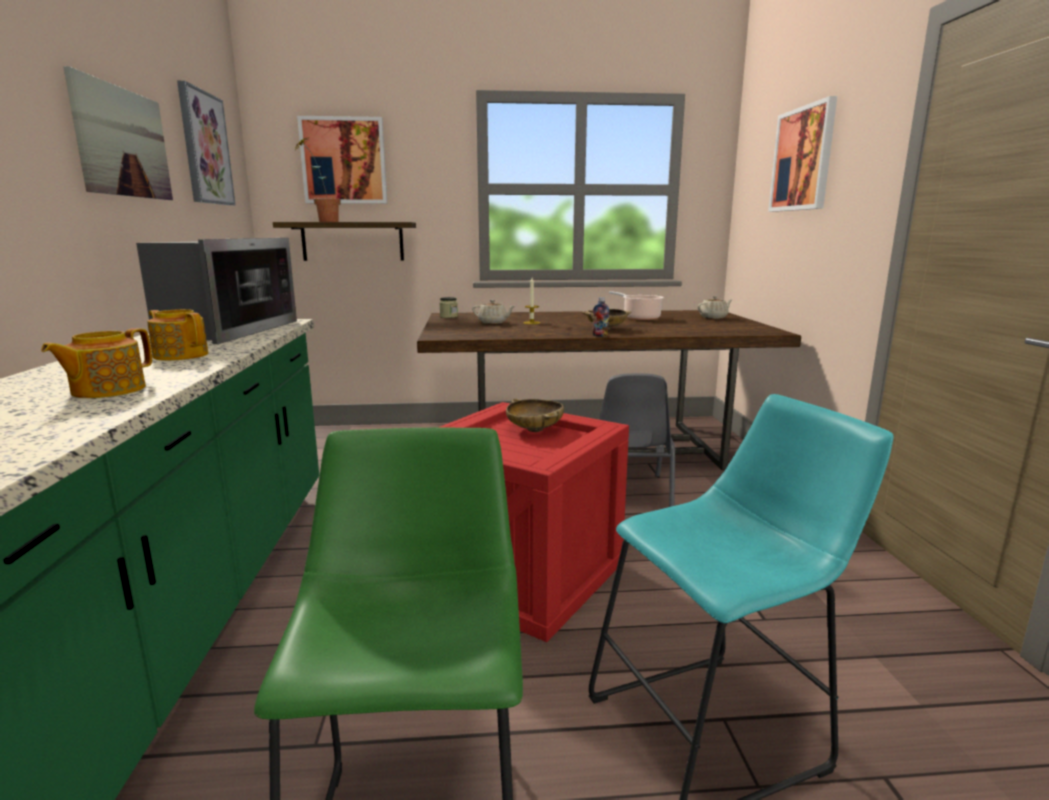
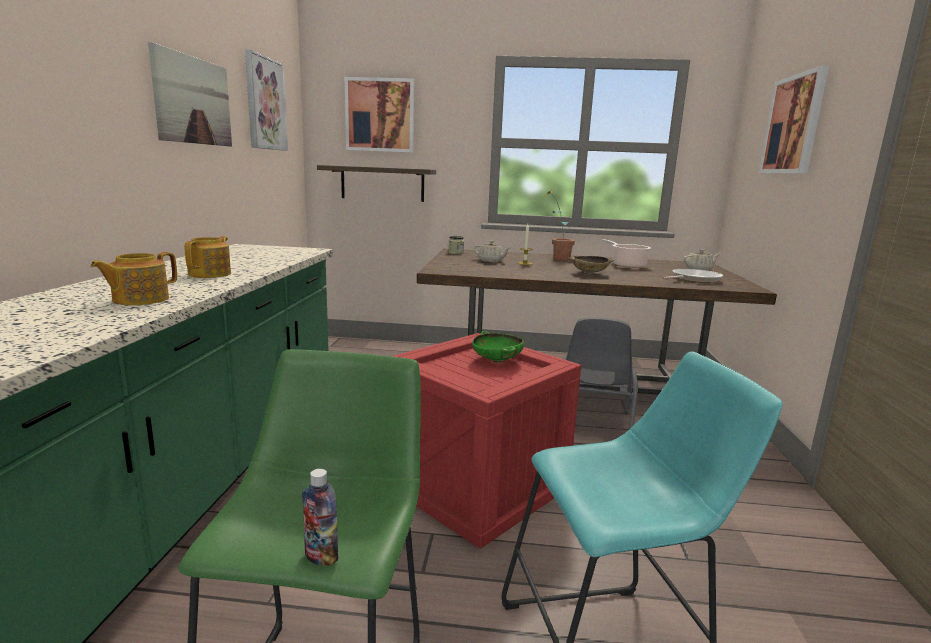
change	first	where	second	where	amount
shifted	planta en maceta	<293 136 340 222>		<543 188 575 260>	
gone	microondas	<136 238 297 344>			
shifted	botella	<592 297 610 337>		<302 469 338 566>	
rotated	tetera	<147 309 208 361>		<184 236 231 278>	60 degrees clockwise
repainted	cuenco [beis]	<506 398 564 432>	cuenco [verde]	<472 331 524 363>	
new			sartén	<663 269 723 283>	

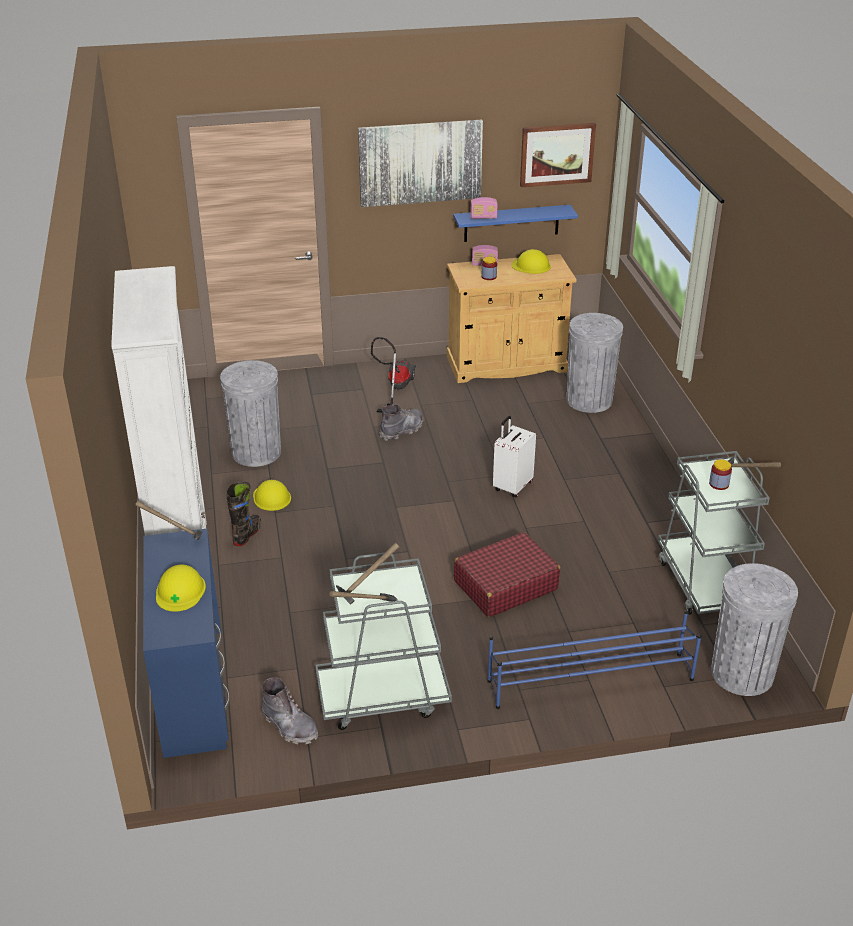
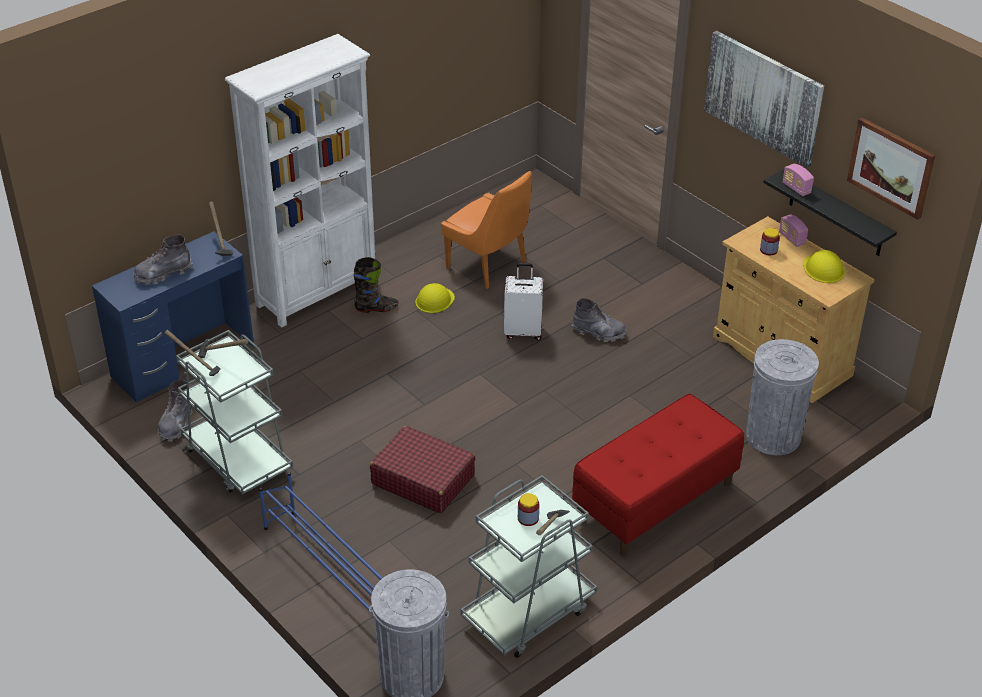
change	first	where	second	where	amount
repainted	estante [azul]	<453 205 578 242>	estante [negro]	<764 169 897 256>	
gone	aspiradora	<371 337 416 413>			
swapped	papelera [gris]	<220 360 281 467>	silla [naranja]	<441 171 532 289>	
shifted	maleta [blanco]	<493 416 536 497>		<504 263 543 340>	
swapped	casco [amarillo]	<156 564 206 611>	bota [gris]	<134 235 193 285>	
new			banco [rojo]	<572 394 744 556>	

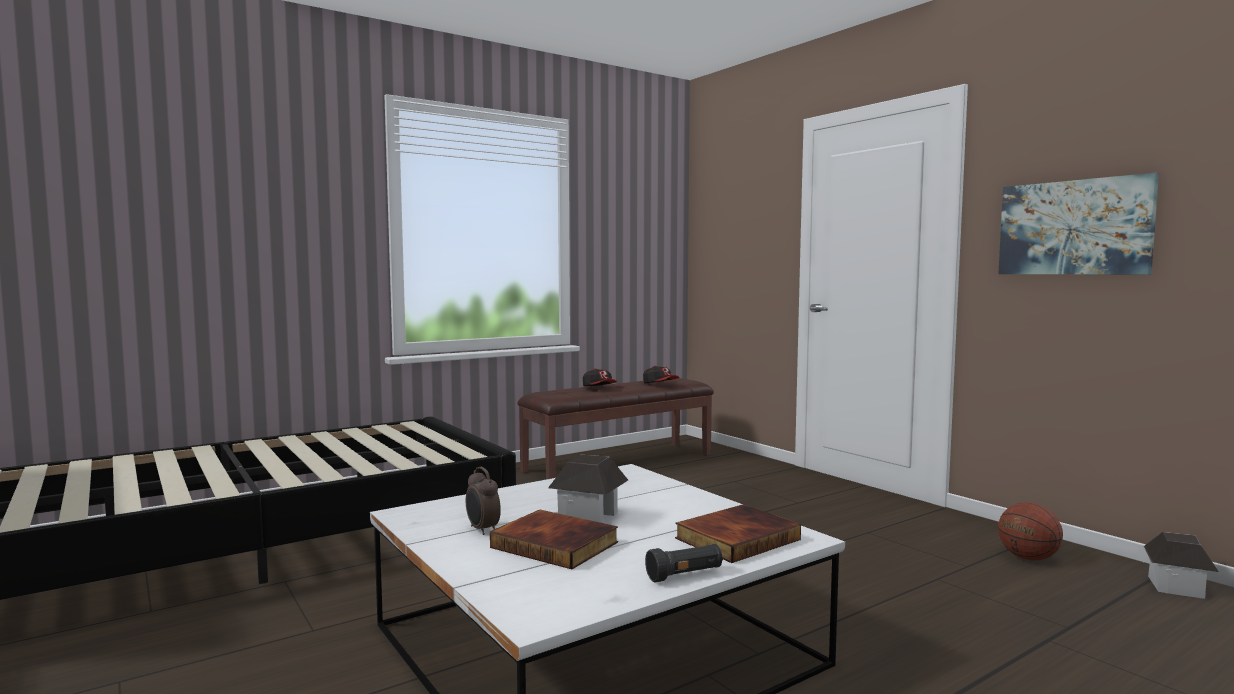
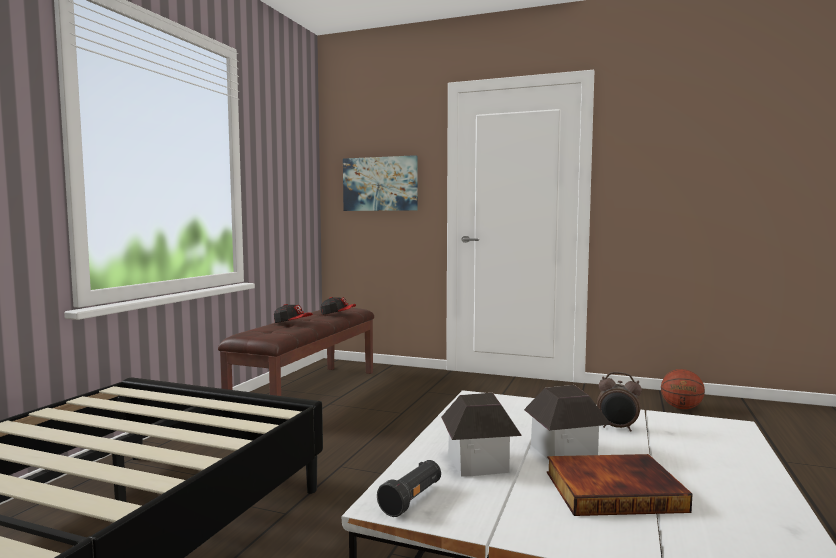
change	first	where	second	where	amount
shifted	cuadro	<998 173 1159 274>		<343 155 417 211>	
shifted	despertador	<466 467 501 535>		<597 372 642 431>	
gone	libro	<675 504 801 563>			
shifted	casita	<1144 532 1219 599>		<441 393 522 477>	
shifted	linterna [negro]	<645 544 723 582>		<377 460 441 517>	

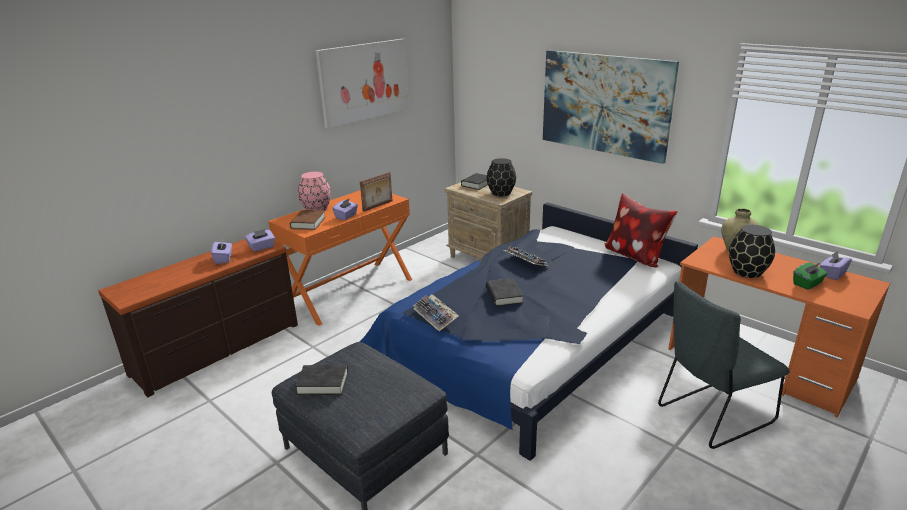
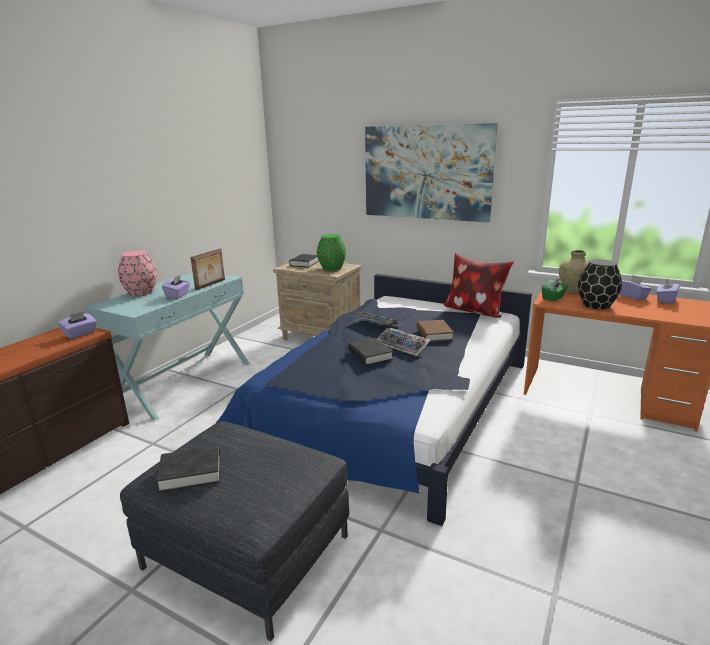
change	first	where	second	where	amount
gone	cuadro	<316 39 409 128>			
repainted	florero [negro]	<487 158 516 196>	florero [verde]	<317 234 346 271>	
repainted	mesa consola [naranja]	<268 190 412 326>	mesa consola [turquesa]	<85 272 250 421>	
shifted	libro [marrón]	<290 210 326 230>		<417 320 454 342>	
shifted	caja de pañuelos [morado]	<211 239 232 264>		<619 275 652 300>	
shifted	caja de pañuelos [verde]	<793 262 828 290>		<542 278 568 301>	
gone	silla [gris]	<658 281 790 449>			
shifted	teclado	<413 294 459 332>		<377 328 430 356>	

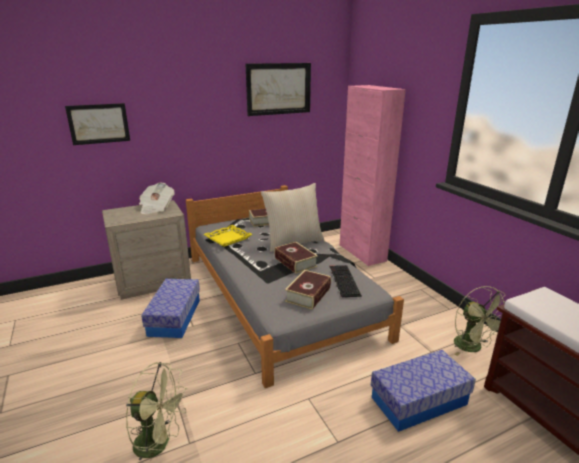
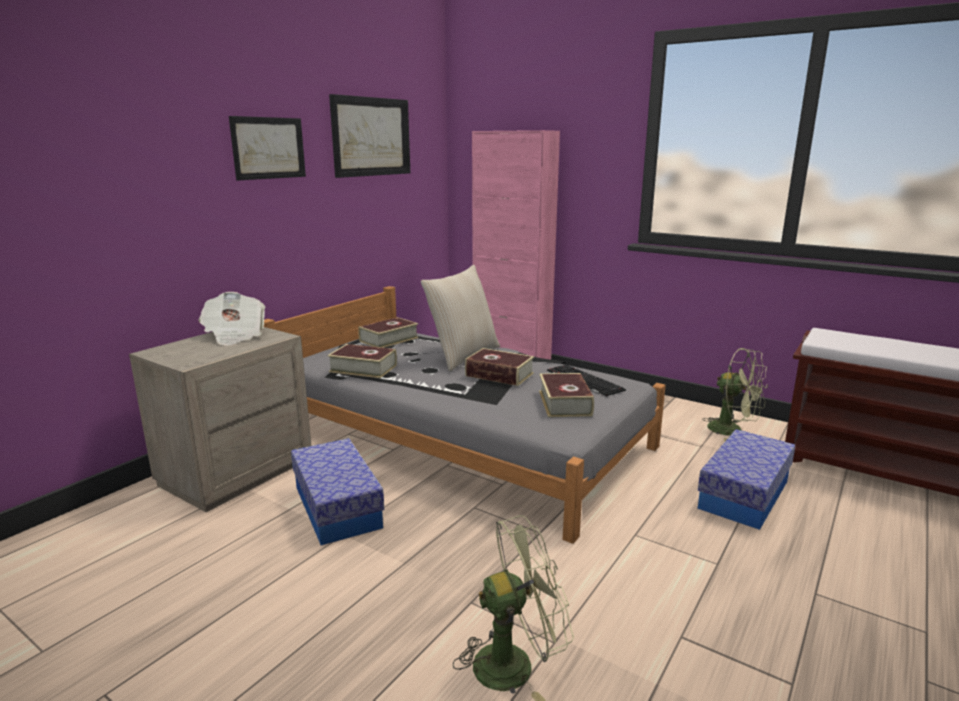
change	first	where	second	where	amount
shifted	cuadro	<65 103 130 145>		<229 116 306 180>	
swapped	bandeja [amarillo]	<203 225 252 247>	libro	<327 344 397 378>	

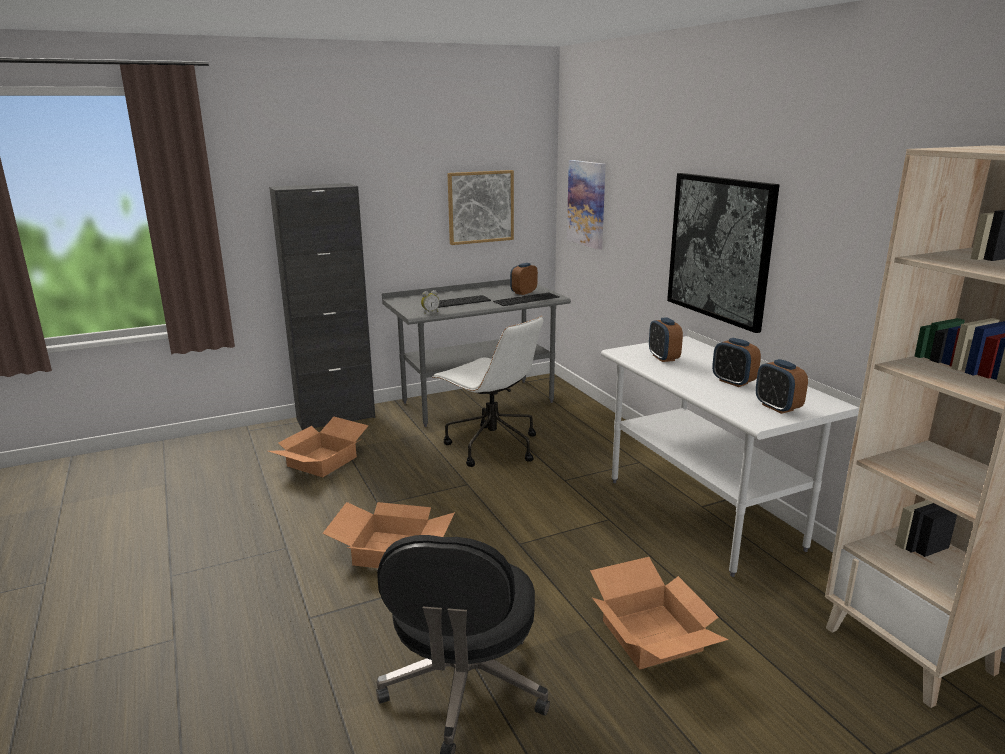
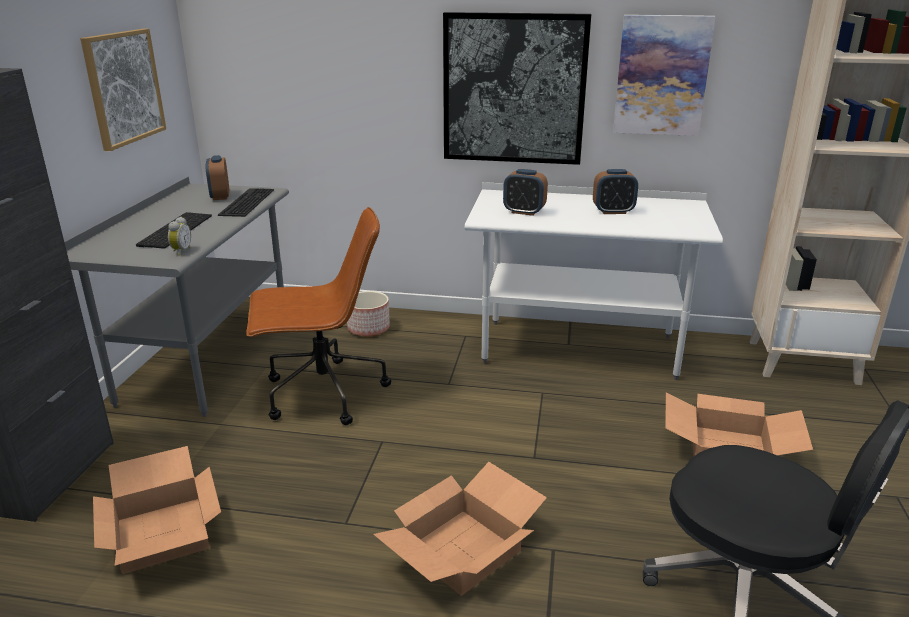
change	first	where	second	where	amount
shifted	cuadro	<567 160 606 250>		<613 15 716 136>	
repainted	silla de oficina [blanco]	<432 316 543 467>	silla de oficina [marrón]	<246 207 391 425>	
gone	despertador	<756 359 808 414>			
new			maceta	<347 291 390 337>	

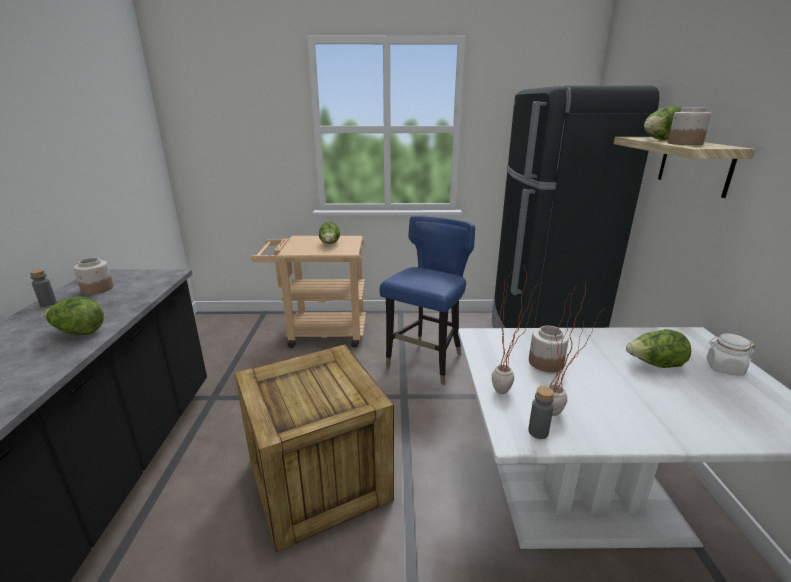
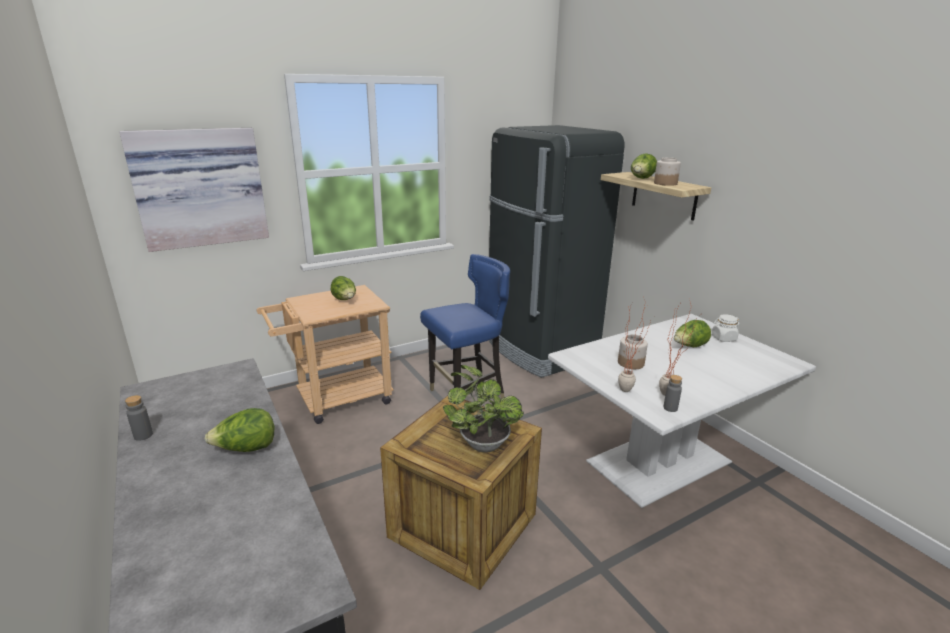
change	first	where	second	where	amount
rotated	silla [azul]	<380 216 475 385>		<420 254 510 399>	60 degrees clockwise
gone	tarro	<74 258 114 294>			
new			cuadro	<119 128 269 252>	
new			planta en maceta	<443 365 524 453>	

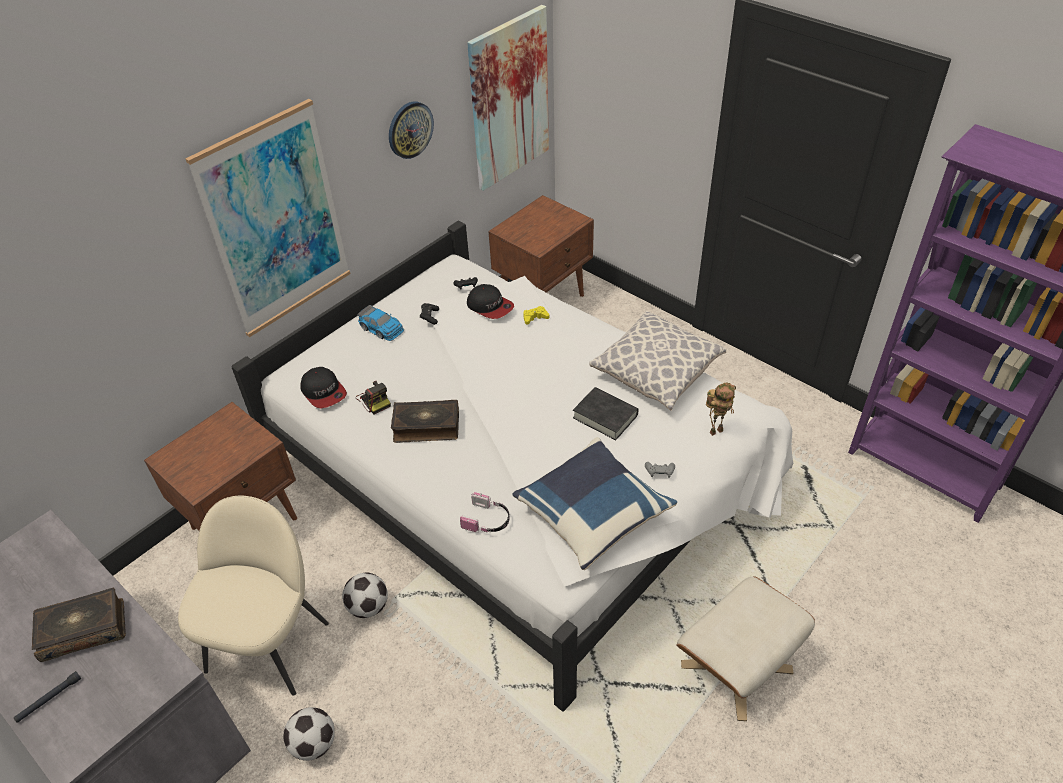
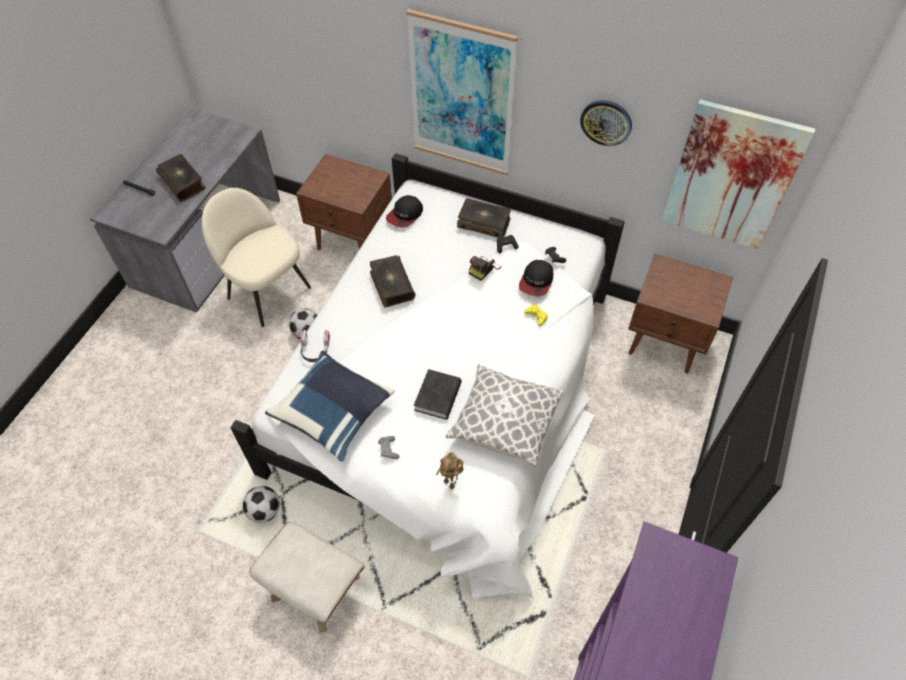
change	first	where	second	where	amount
swapped	coche de juguete	<358 305 404 341>	libro	<457 199 511 238>	
shifted	cámara	<356 381 391 414>		<468 256 501 281>	
rotated	silla [beis]	<178 495 329 696>		<202 188 311 327>	135 degrees counterclockwise
shifted	balón de fútbol	<283 707 335 761>		<243 486 280 523>	

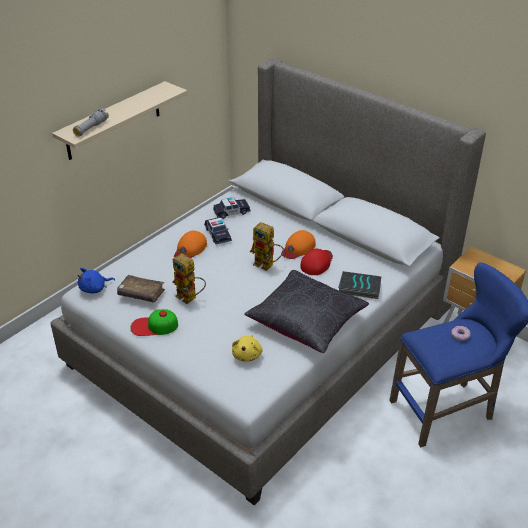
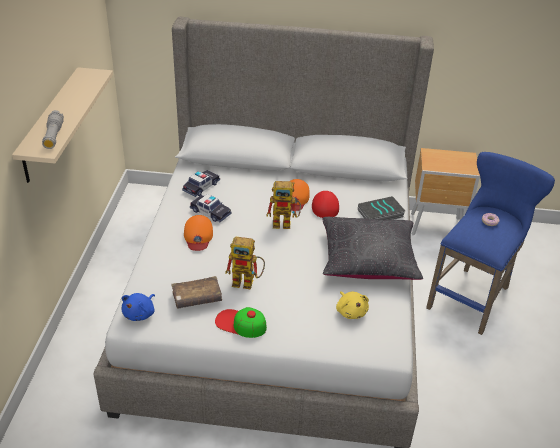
change	first	where	second	where	amount
rotated	gorra	<130 309 178 336>		<215 307 267 338>	60 degrees clockwise

